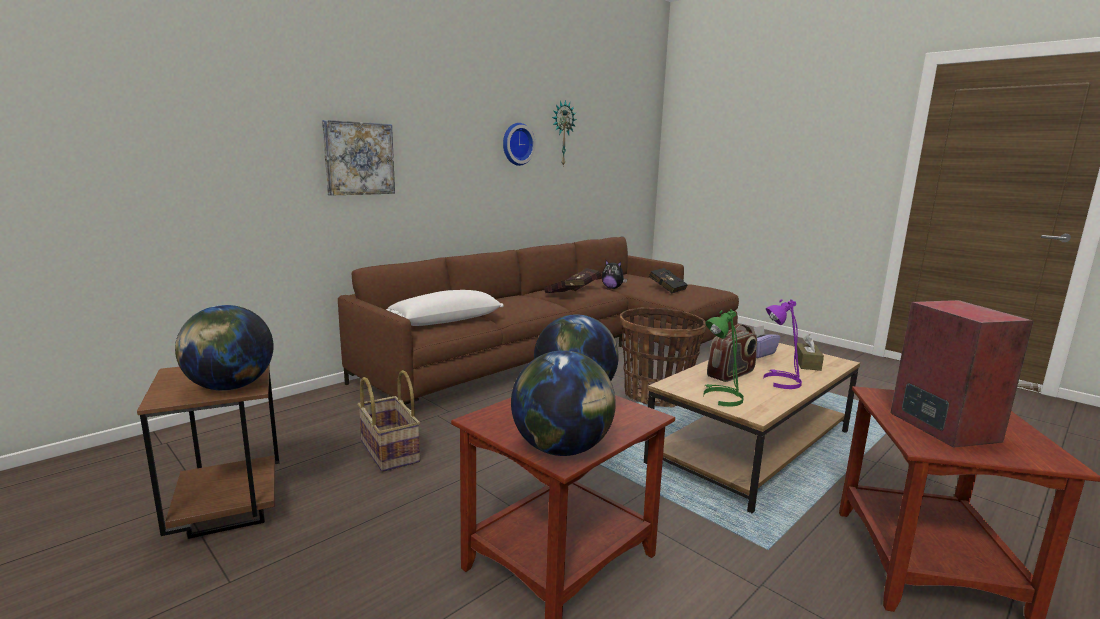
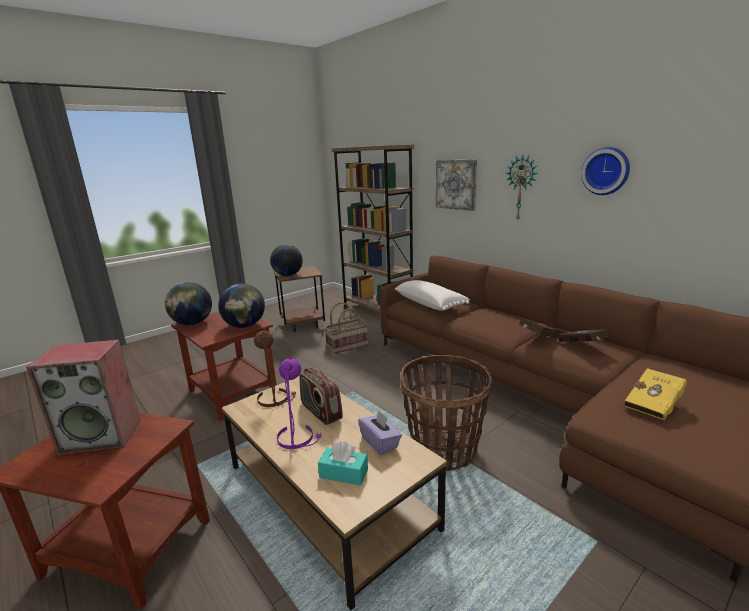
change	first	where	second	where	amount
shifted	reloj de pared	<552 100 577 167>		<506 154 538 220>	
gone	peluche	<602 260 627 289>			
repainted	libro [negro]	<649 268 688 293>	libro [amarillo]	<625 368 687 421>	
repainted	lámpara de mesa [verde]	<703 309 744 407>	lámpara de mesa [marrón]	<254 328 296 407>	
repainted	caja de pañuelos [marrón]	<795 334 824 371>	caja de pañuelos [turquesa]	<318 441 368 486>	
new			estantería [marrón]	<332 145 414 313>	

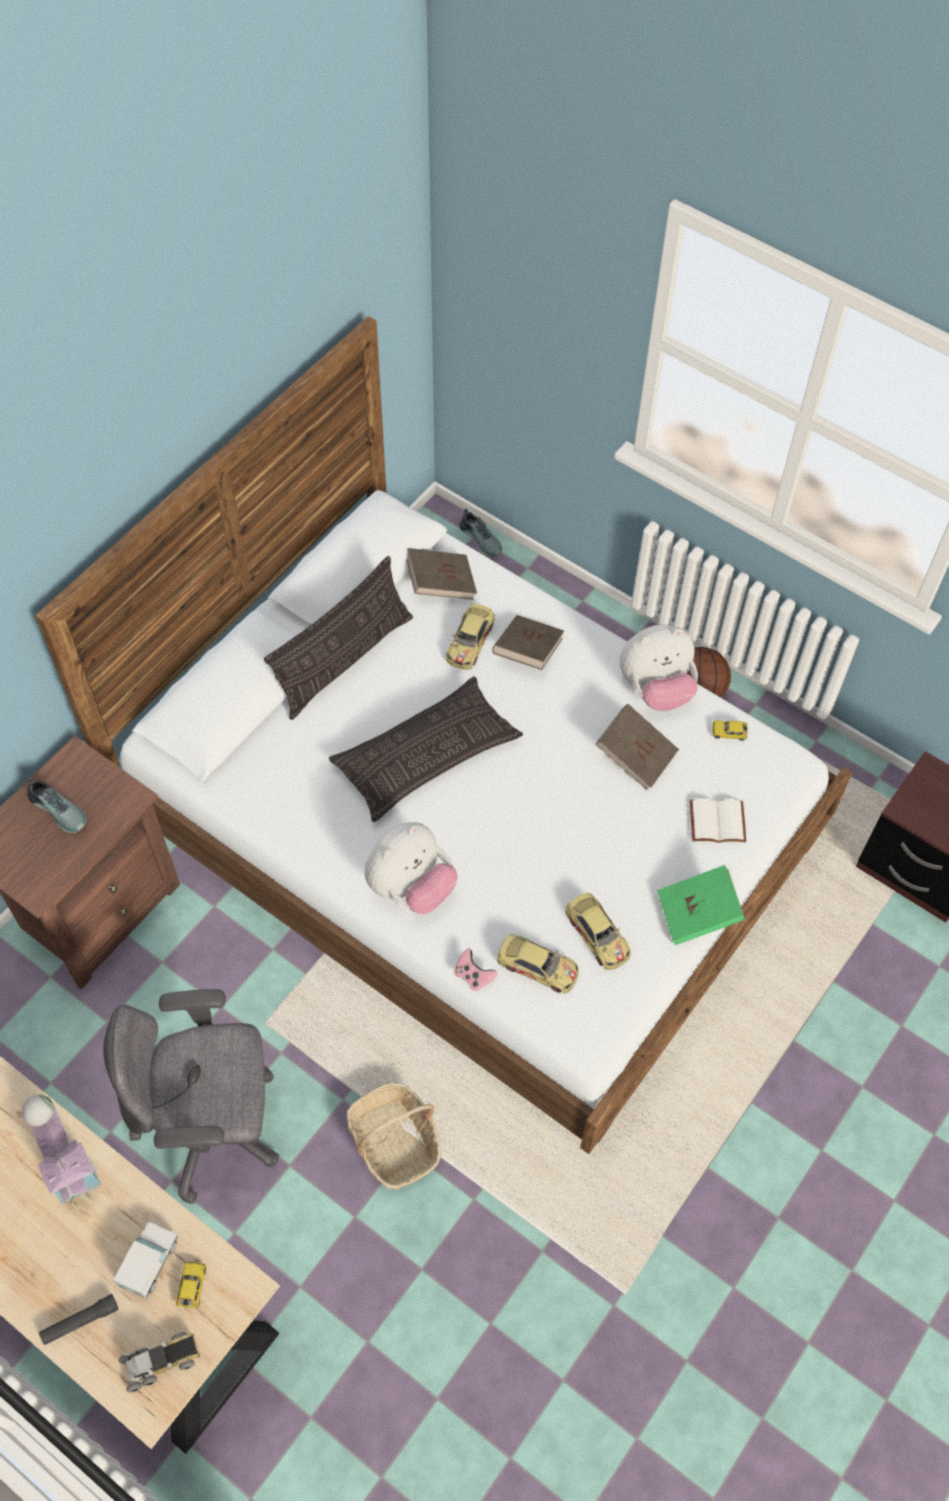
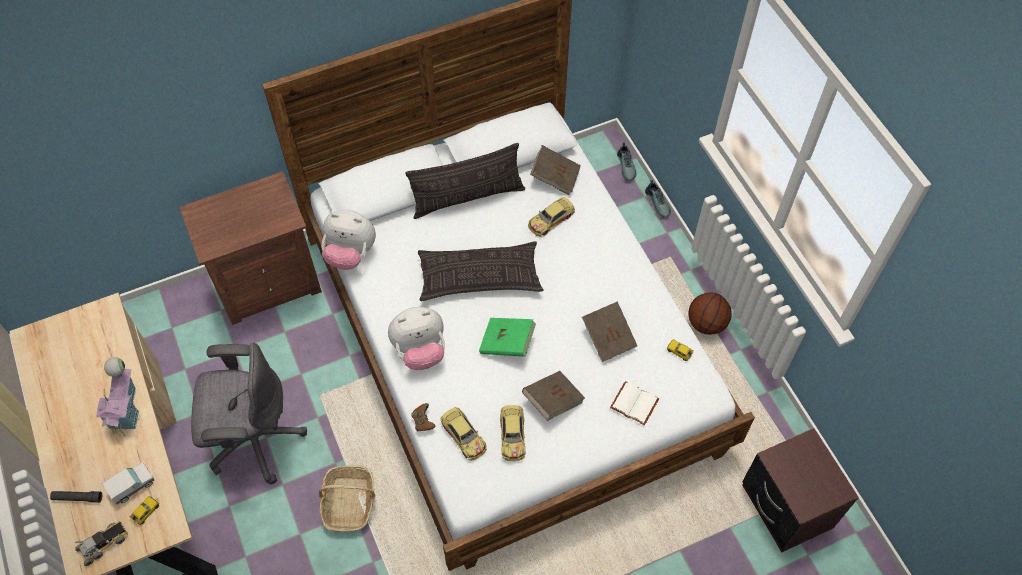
change	first	where	second	where	amount
shifted	libro [marrón]	<492 615 564 670>		<522 371 585 421>	
shifted	peluche	<619 625 698 711>		<321 210 376 270>	
shifted	zapato	<28 777 86 833>		<645 180 671 218>	
shifted	libro [verde]	<657 865 745 945>		<479 318 536 356>	
repainted	mando de consola [rosa]	<454 948 498 991>	mando de consola [marrón]	<411 403 435 431>	
rotated	silla de oficina [gris]	<103 989 280 1204>		<191 342 307 484>	150 degrees clockwise
rotated	camión de juguete	<119 1332 200 1393>		<74 521 128 566>	45 degrees counterclockwise

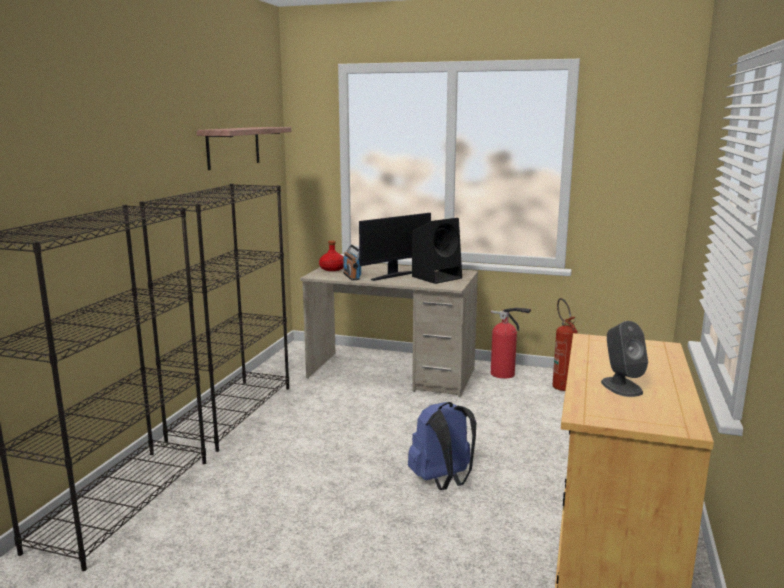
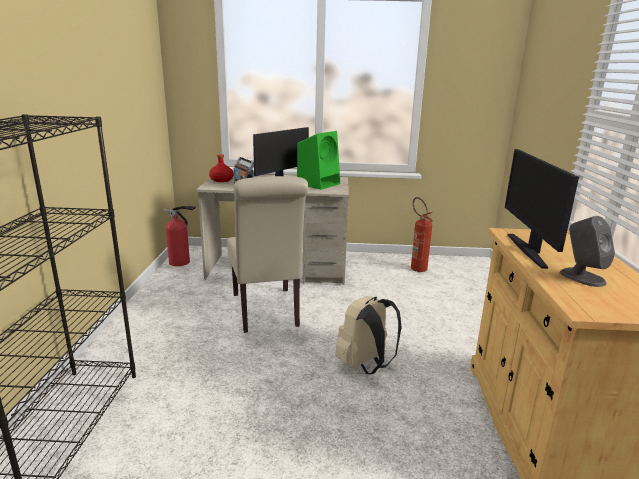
change	first	where	second	where	amount
gone	estante	<197 127 291 170>			
gone	estantería [negro]	<139 184 289 452>			
repainted	altavoz [negro]	<412 218 462 284>	altavoz [verde]	<297 131 340 190>	
shifted	extintor	<491 308 531 379>		<163 206 196 266>	
repainted	mochila [azul]	<408 402 476 490>	mochila [beis]	<335 296 402 374>	
new			monitor	<505 149 579 269>	
new			silla [beis]	<227 176 309 333>	

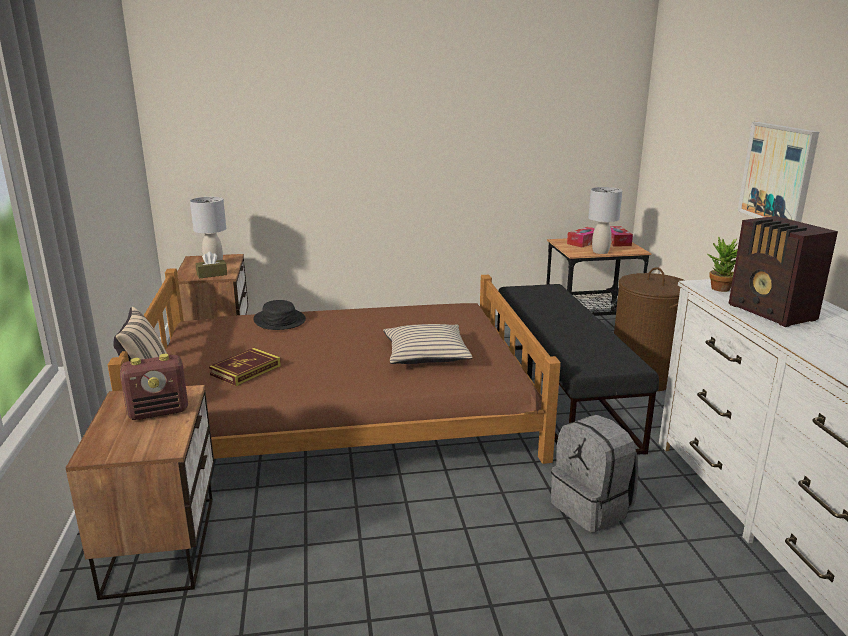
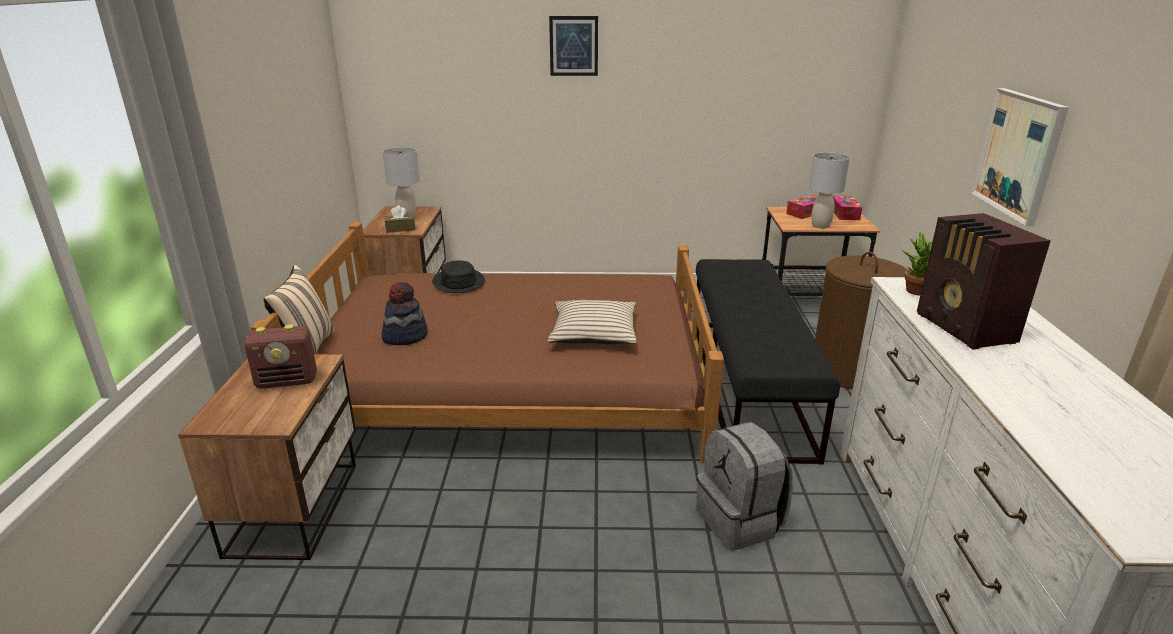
change	first	where	second	where	amount
swapped	libro	<209 348 281 386>	sombrero	<381 282 428 345>	
new			cuadro	<549 16 598 76>	

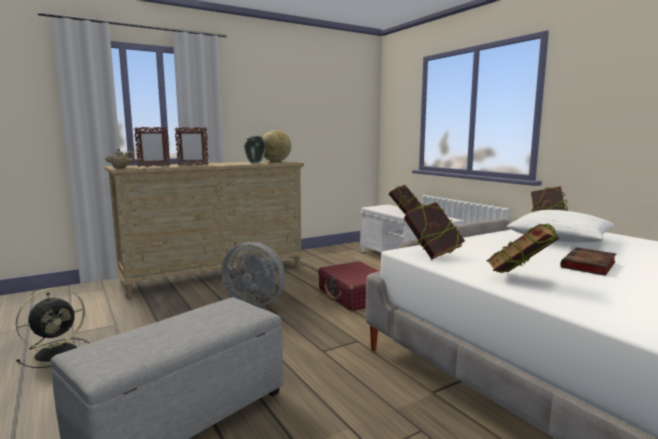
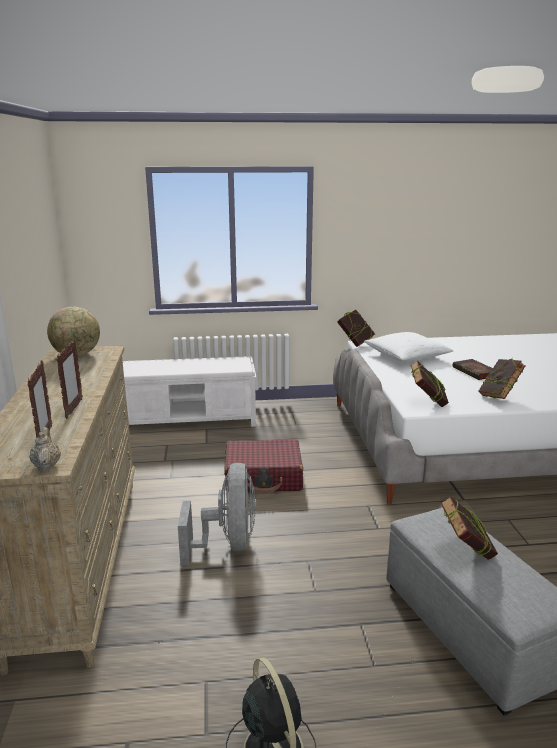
change	first	where	second	where	amount
gone	florero	<244 136 266 164>			
shifted	libro	<389 185 422 215>		<440 496 498 560>	
rotated	ventilador [gris]	<222 242 285 307>		<178 463 256 565>	45 degrees counterclockwise

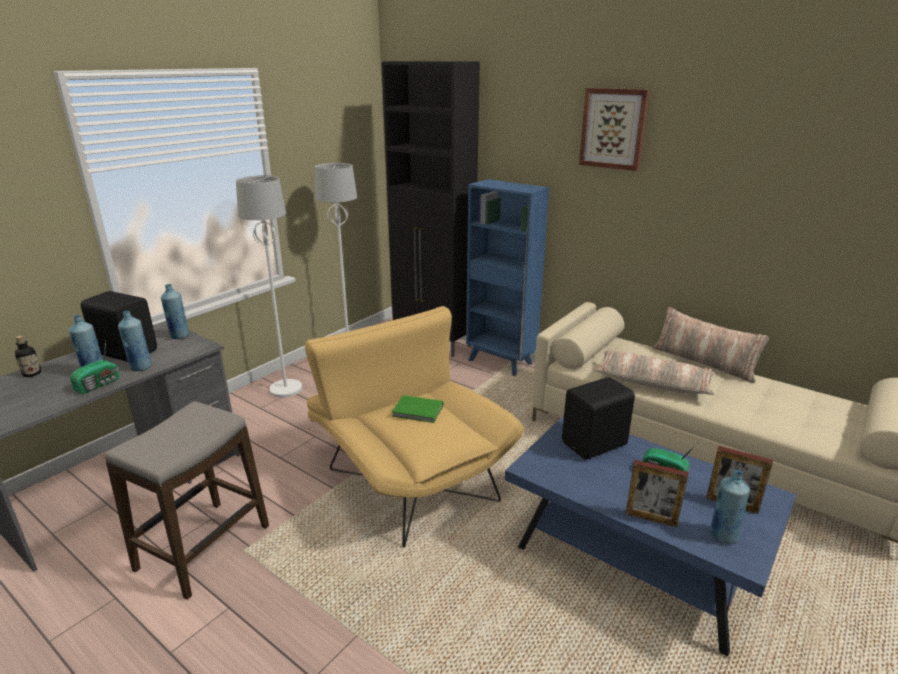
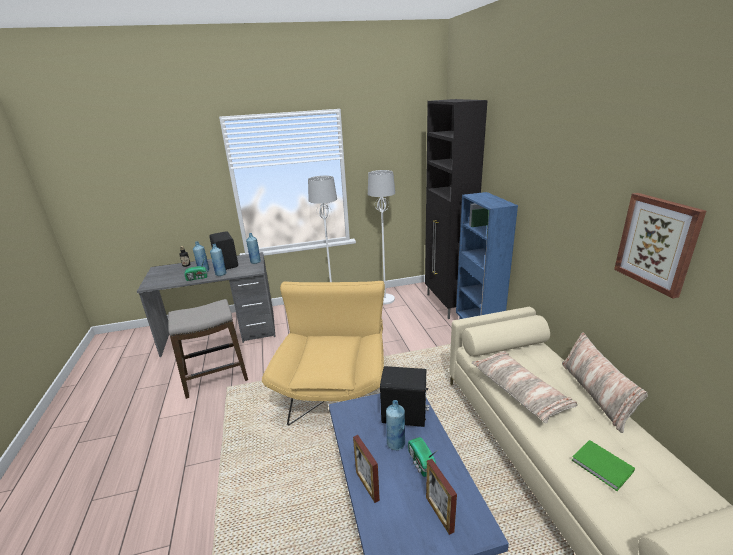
change	first	where	second	where	amount
shifted	cuadro	<579 88 650 171>		<614 193 706 298>	
shifted	libro [verde]	<392 395 443 423>		<572 440 635 491>	
shifted	botella [azul]	<710 470 750 544>		<386 400 405 450>	

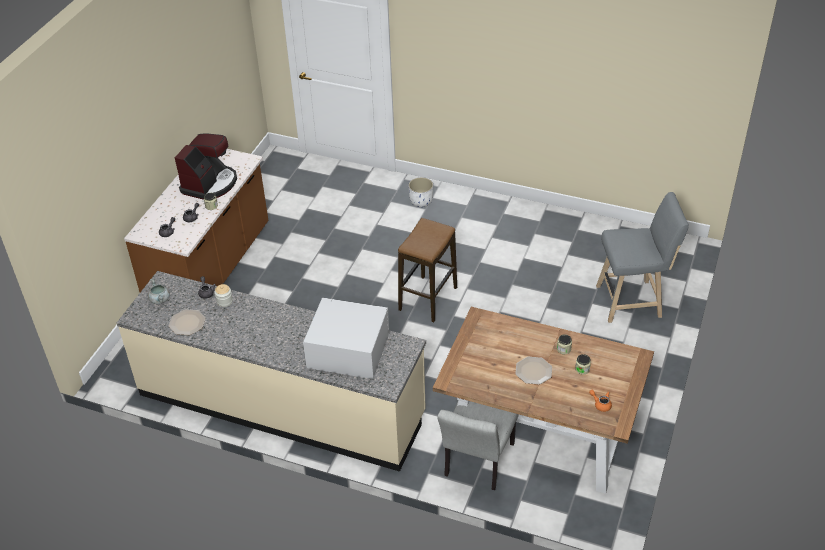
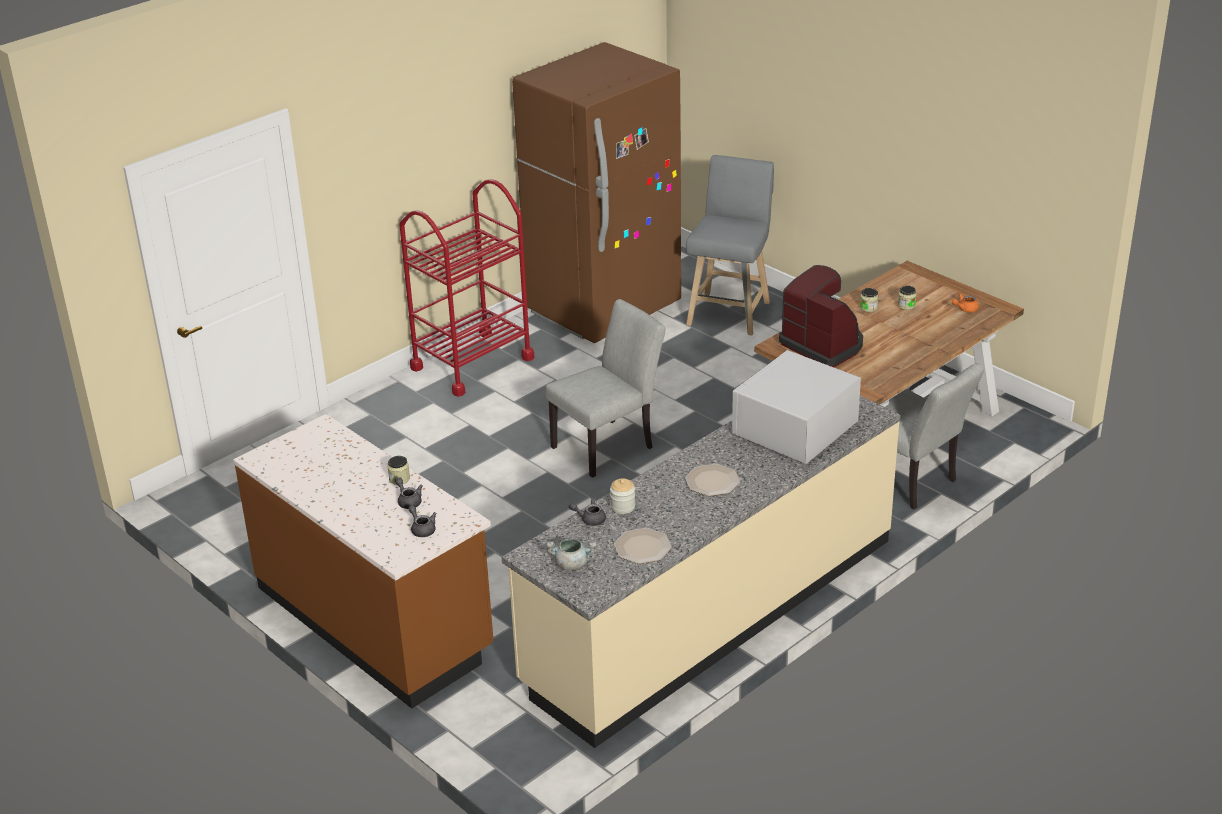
change	first	where	second	where	amount
shifted	cafetera	<175 133 237 200>		<779 265 863 367>	
gone	maceta [blanco]	<408 177 433 207>			
swapped	taburete	<398 218 457 322>	silla [gris]	<546 299 666 478>	
shifted	plato	<515 357 552 385>		<685 464 740 496>	
new			nevera [marrón]	<512 42 681 344>	
new			carrito [rojo]	<399 179 534 397>	

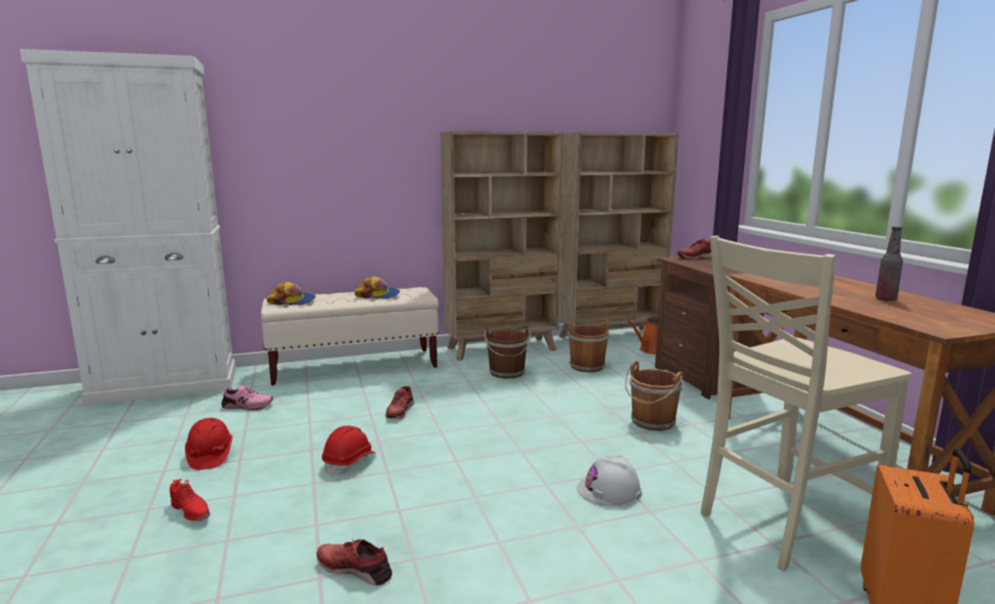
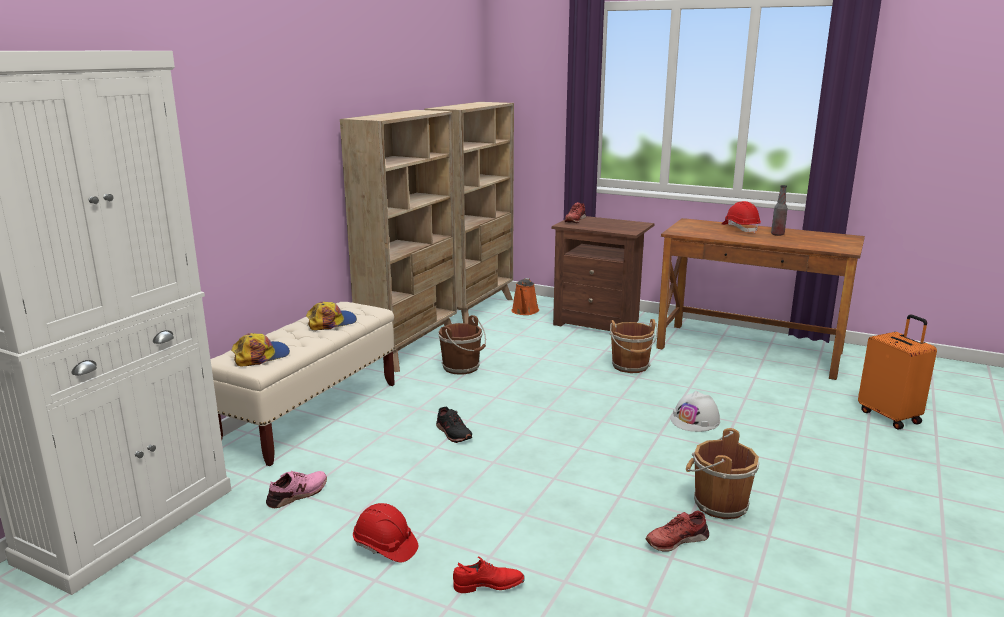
change	first	where	second	where	amount
gone	silla [beis]	<701 236 912 571>			
shifted	cubo [marrón]	<565 320 609 372>		<686 428 759 519>	
repainted	zapato [rojo]	<386 386 414 419>	zapato [negro]	<436 407 472 443>	
shifted	casco [rojo]	<322 426 375 477>		<722 201 761 233>	

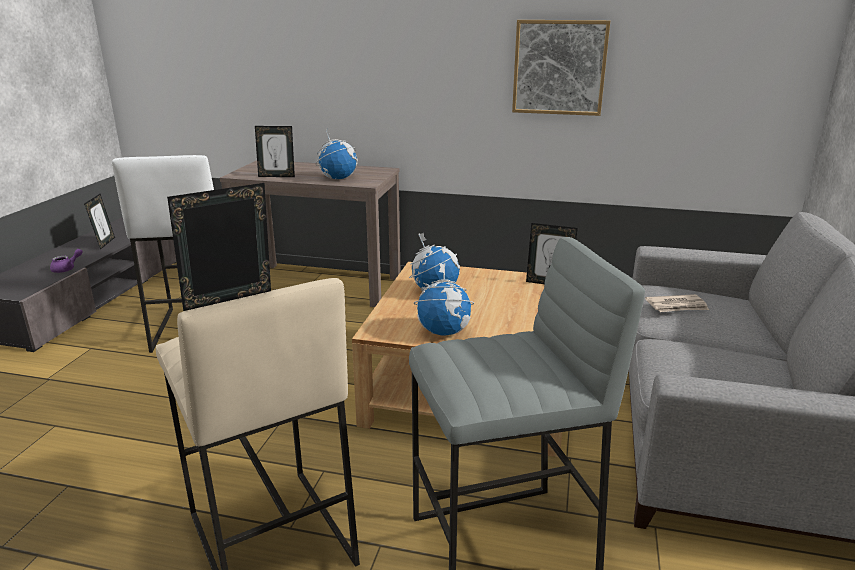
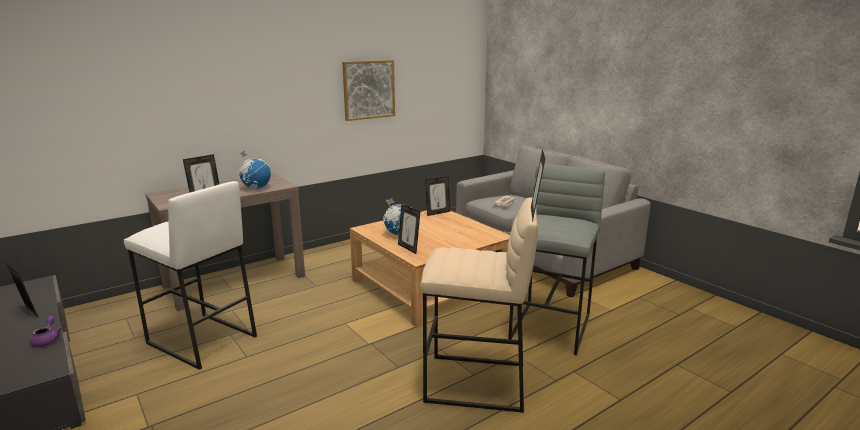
change	first	where	second	where	amount
gone	globo terráqueo	<414 263 474 336>			
new			portarretratos	<398 204 420 254>	

